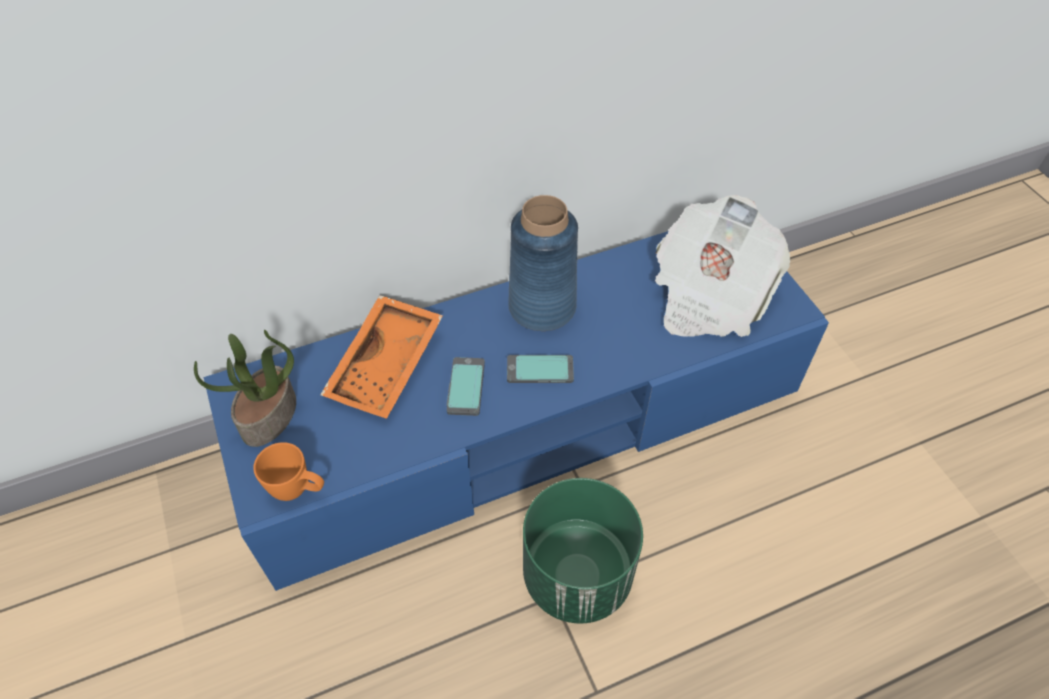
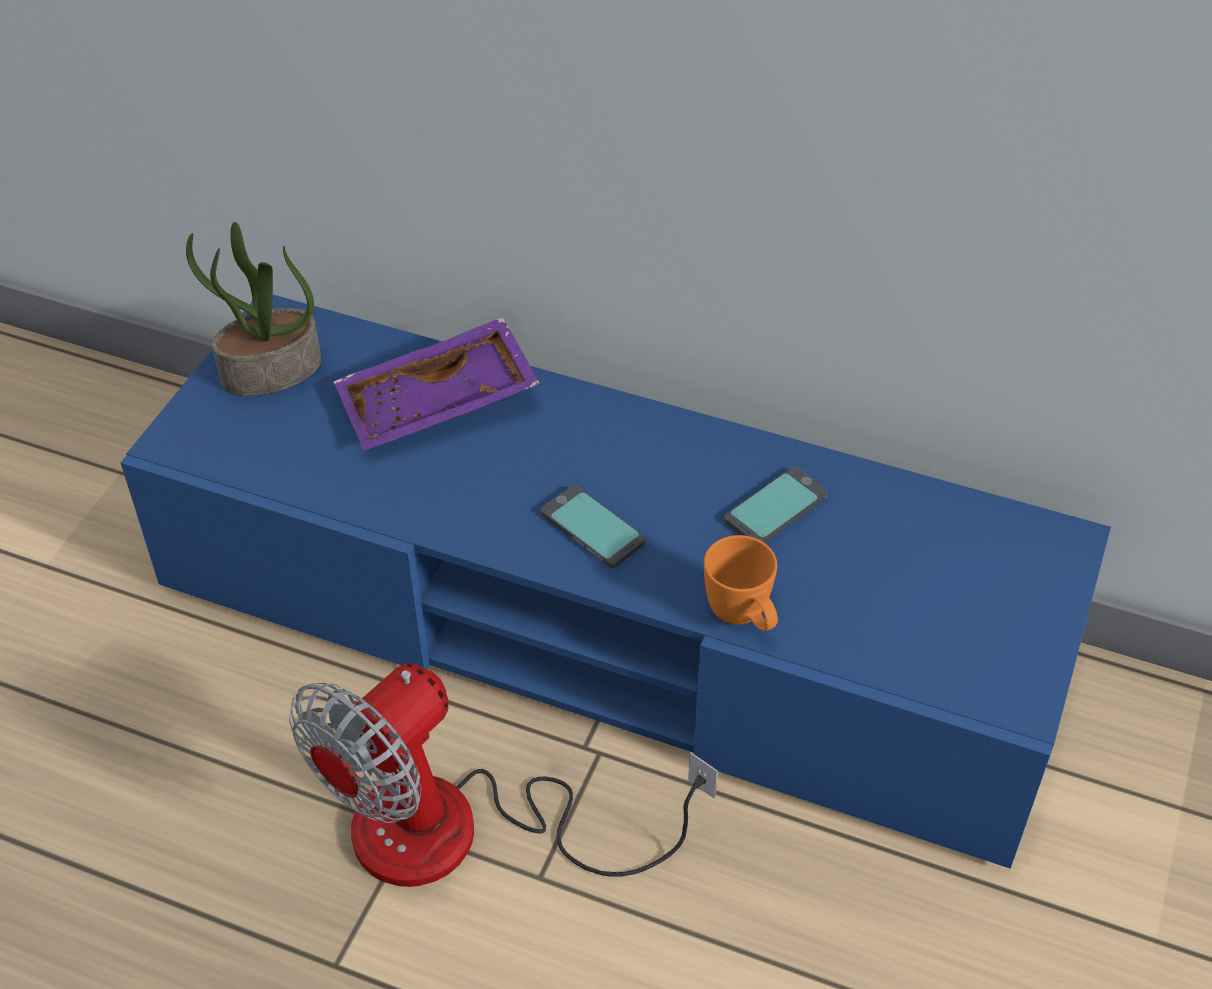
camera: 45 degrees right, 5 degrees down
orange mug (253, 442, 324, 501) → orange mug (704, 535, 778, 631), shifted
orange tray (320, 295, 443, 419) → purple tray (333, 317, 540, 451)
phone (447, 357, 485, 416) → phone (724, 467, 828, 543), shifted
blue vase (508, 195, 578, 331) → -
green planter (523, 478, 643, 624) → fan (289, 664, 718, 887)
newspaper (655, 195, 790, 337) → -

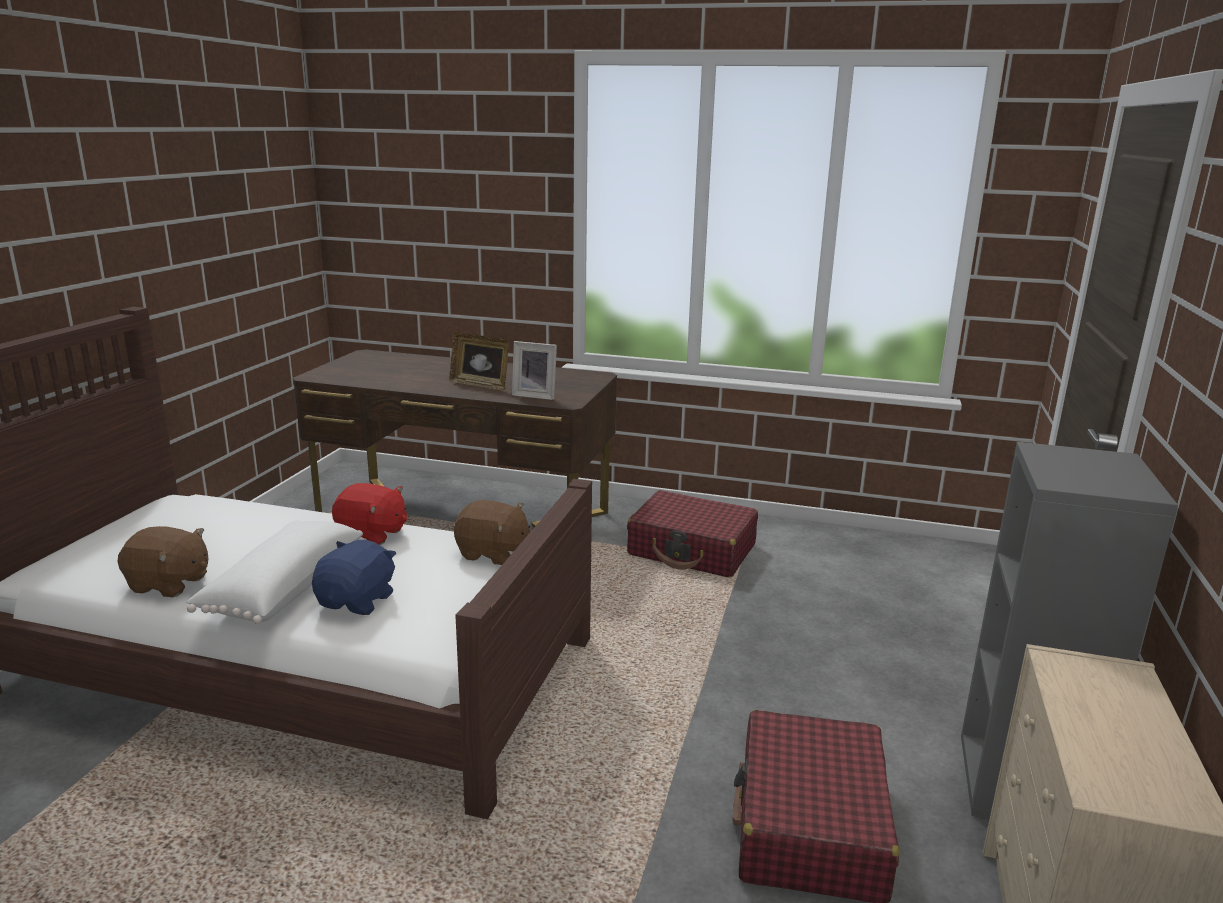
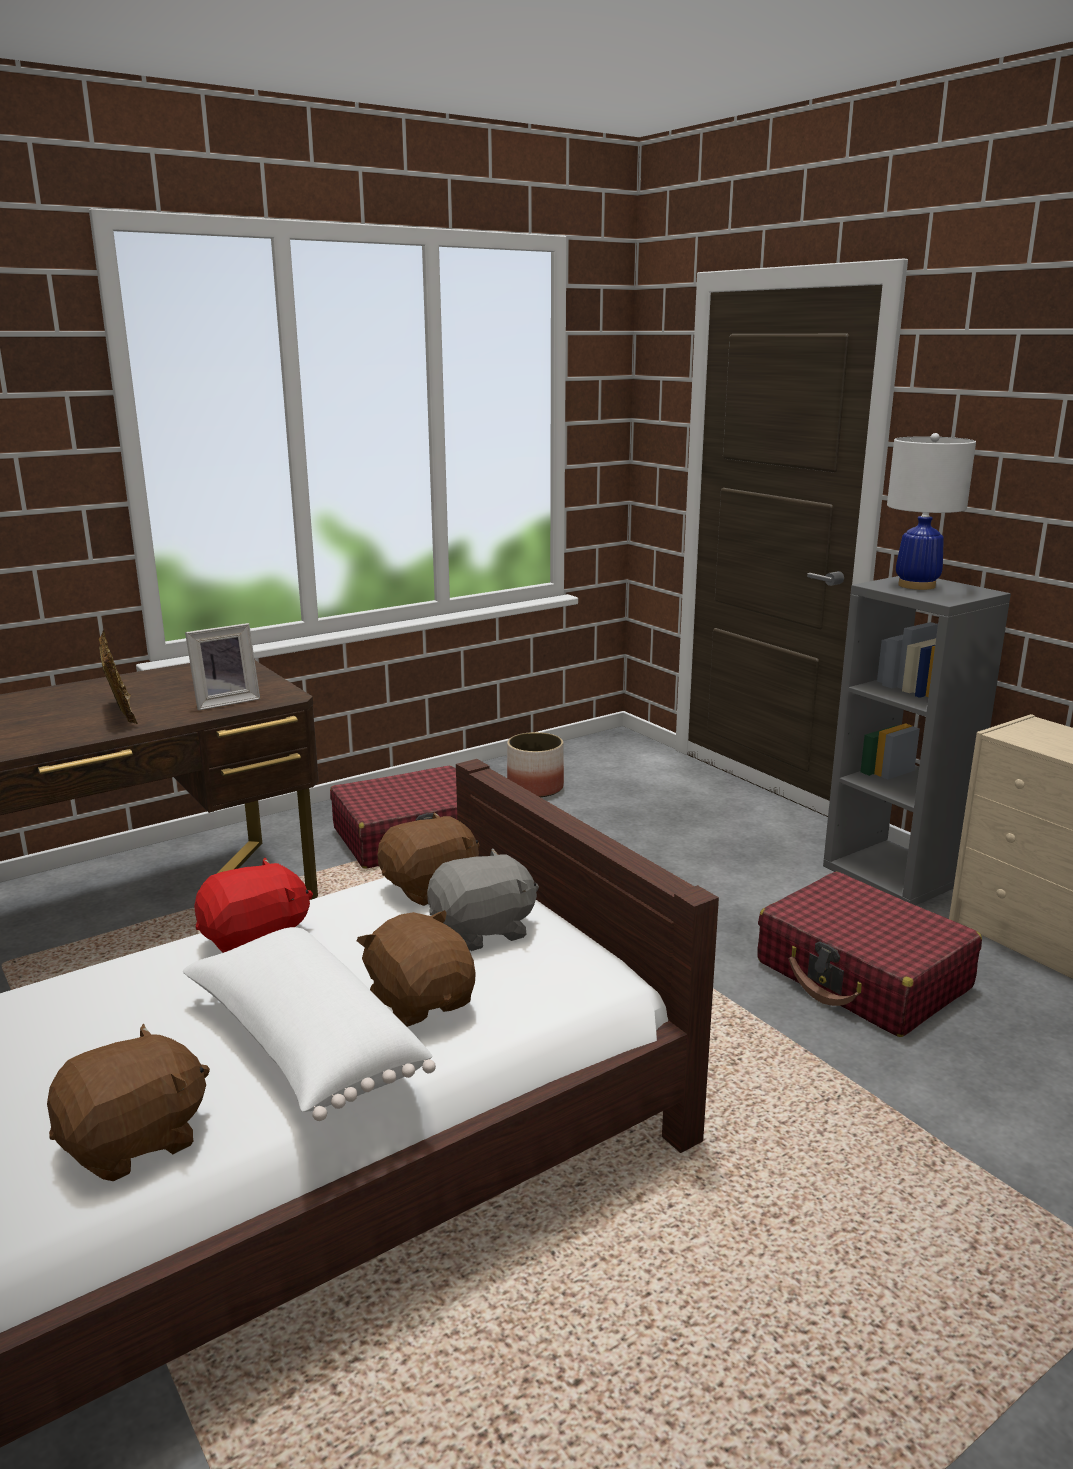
camera: 50 degrees left, 0 degrees up
blue plush toy (312, 540, 397, 615) → brown plush toy (356, 910, 476, 1027)
picture frame (449, 333, 509, 391) → picture frame (99, 630, 138, 724), 90 degrees counterclockwise
- → grey plush toy (427, 848, 539, 951)
- → planter (507, 732, 564, 797)
- → white table lamp (887, 433, 976, 590)

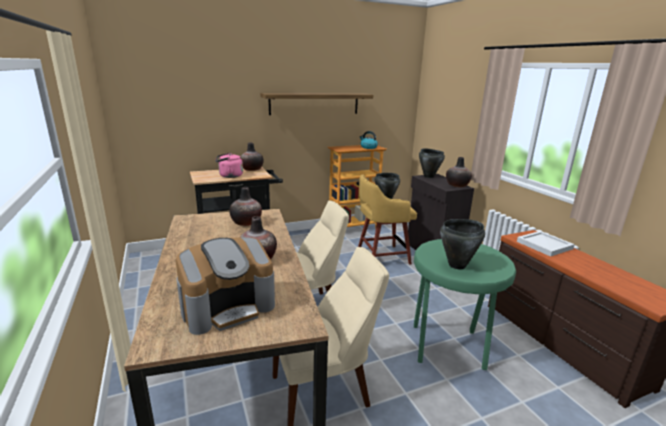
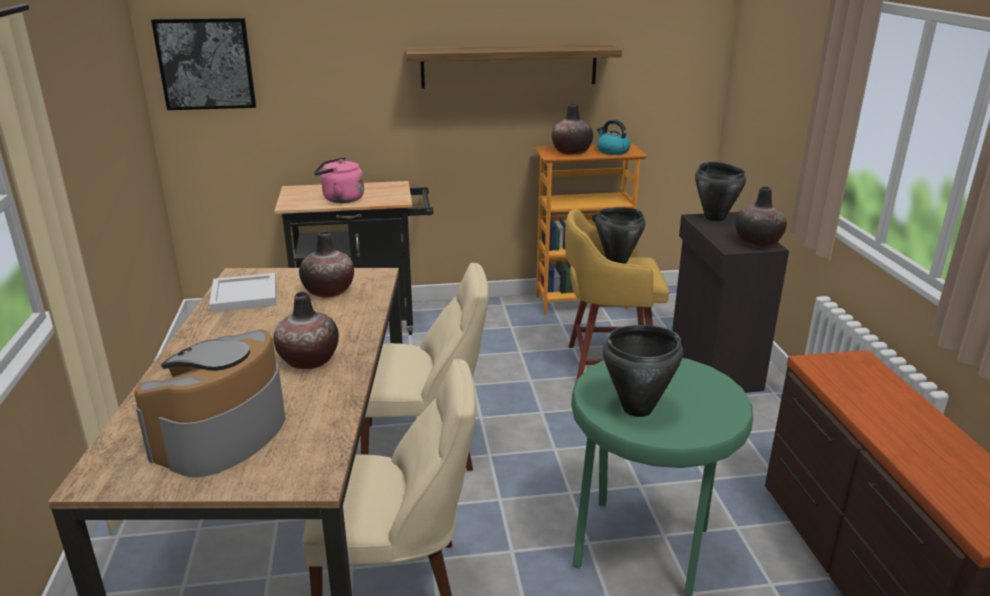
camera: 15 degrees right, 5 degrees up
coffee machine (176, 237, 275, 335) → coffee machine (134, 329, 286, 477), 135 degrees clockwise
vase (240, 142, 264, 171) → vase (552, 103, 593, 154), shifted
white tray (517, 231, 575, 257) → white tray (209, 273, 276, 313), shifted
- → picture (151, 18, 256, 110)

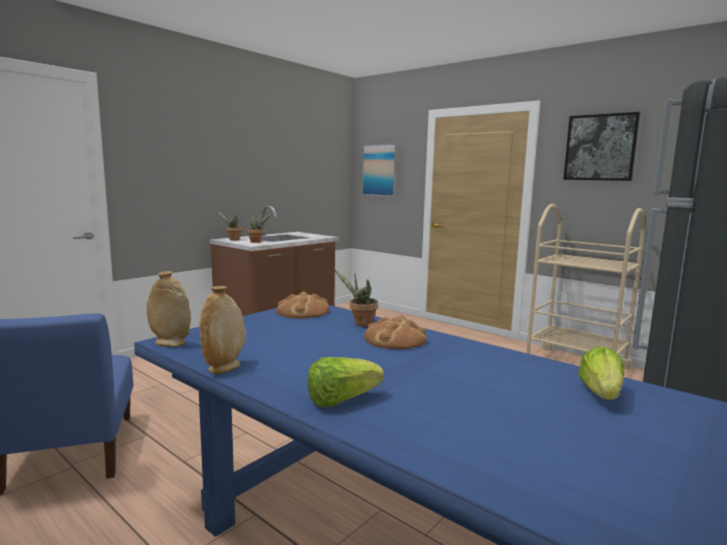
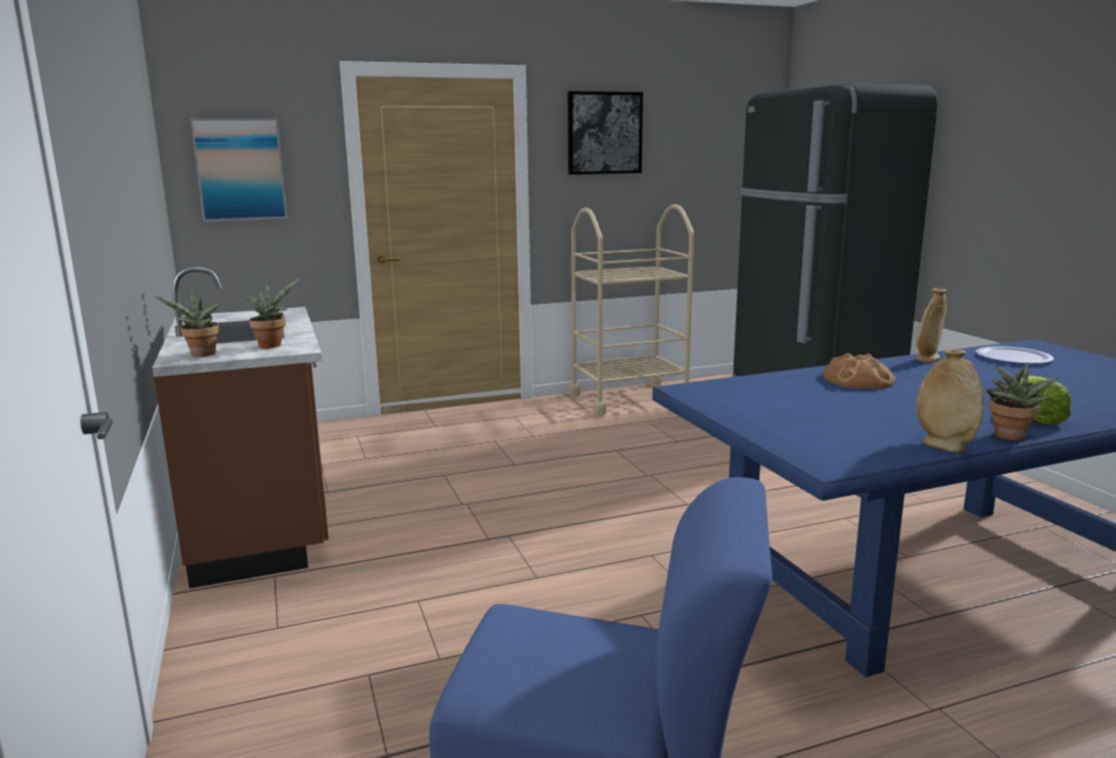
camera: 60 degrees left, 5 degrees up
beige vase (147, 271, 191, 347) → beige vase (915, 288, 947, 362), shifted
bread (276, 291, 329, 319) → -
potted plant (335, 270, 378, 327) → potted plant (986, 362, 1058, 440), shifted
lettuce (578, 347, 625, 400) → plate (976, 346, 1054, 364)

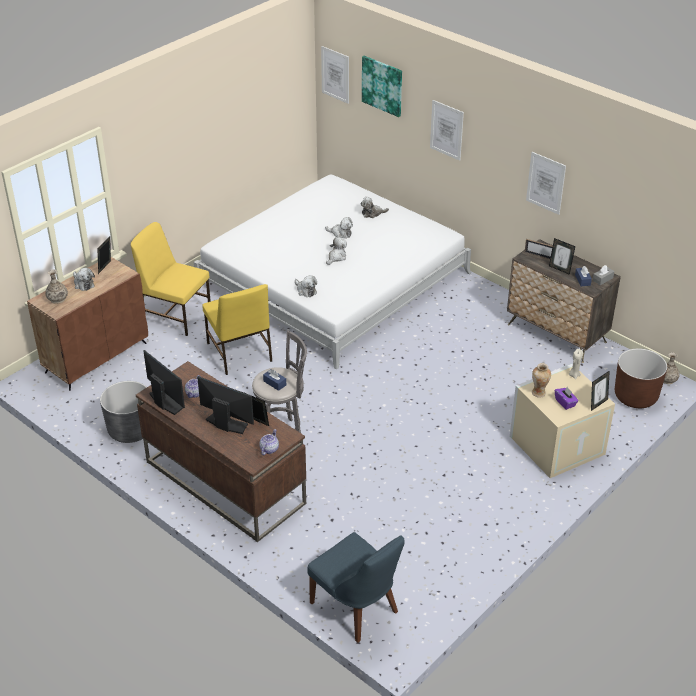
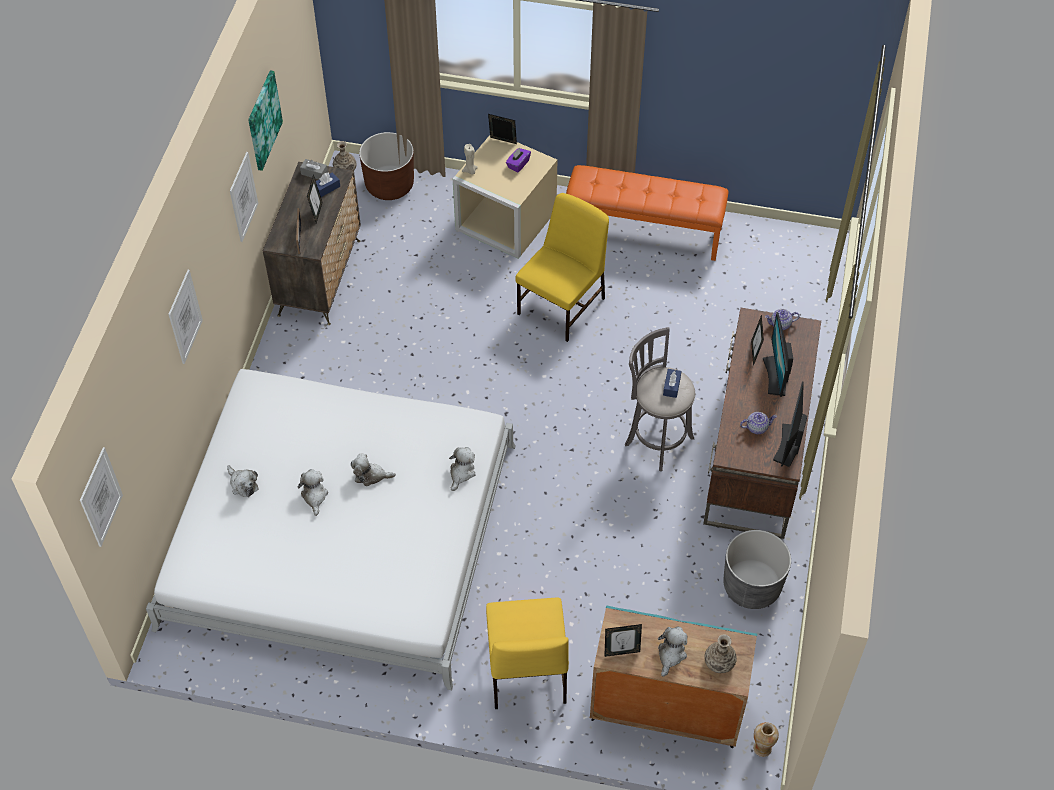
camera: 120 degrees left, 15 degrees up
brown cabinet (27, 257, 148, 391) → turquoise cabinet (590, 605, 757, 748)
yellow chair (202, 284, 272, 375) → yellow chair (515, 193, 609, 342), shifted
blue chair (307, 532, 405, 643) → -
picture (362, 56, 402, 117) → picture (248, 70, 283, 171), shifted
vase (532, 363, 551, 398) → vase (753, 722, 779, 757), shifted
- → orange bench (566, 165, 729, 261)

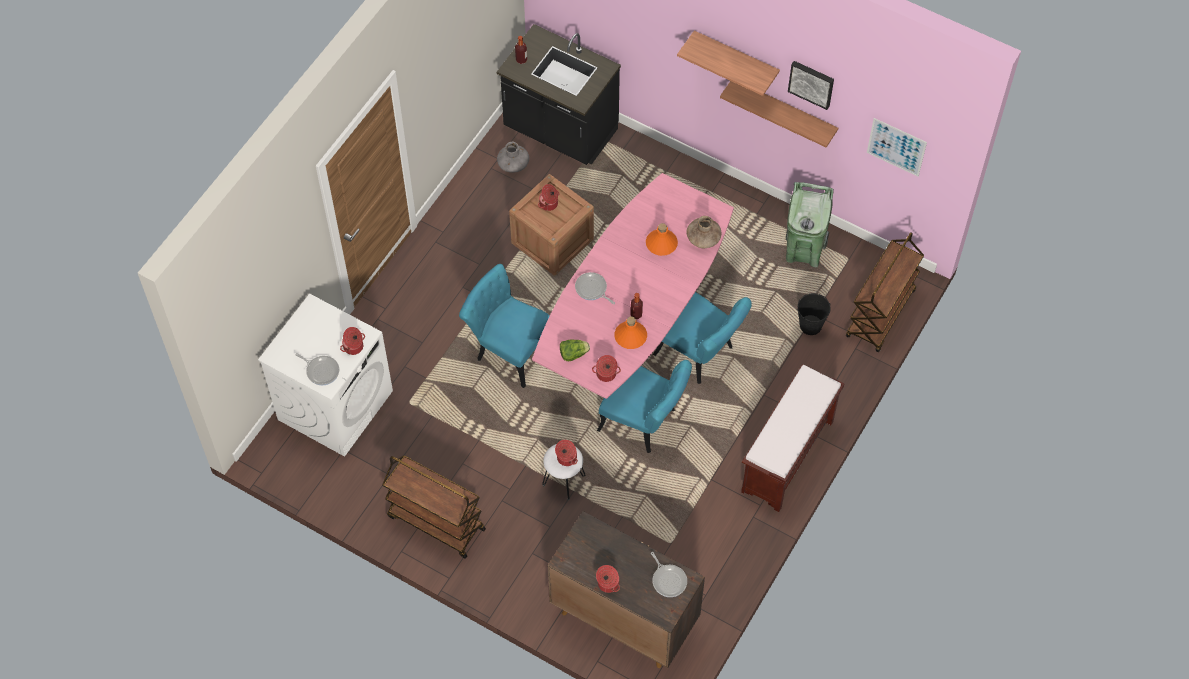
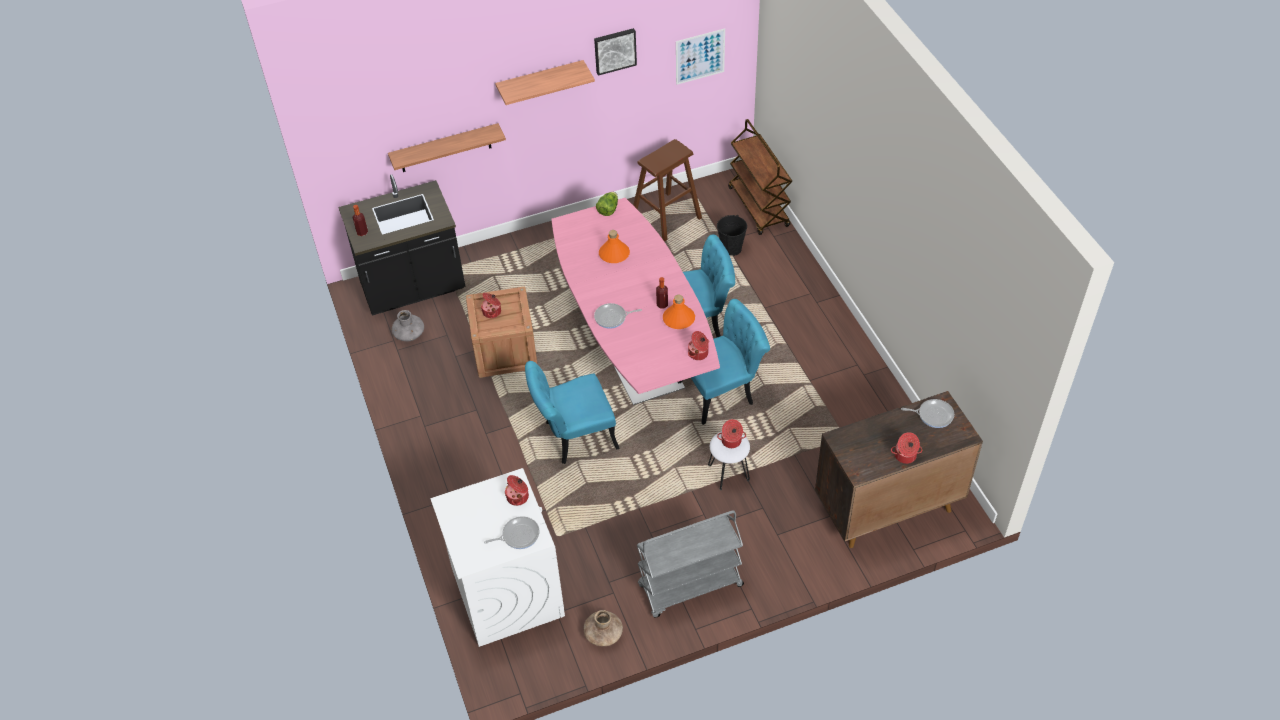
camera: 50 degrees left, 10 degrees down
brown cart (382, 455, 486, 559) → grey cart (637, 510, 744, 618)
lettuce (560, 339, 590, 361) → lettuce (596, 192, 618, 216), shifted
brown vase (686, 216, 721, 248) → brown vase (584, 610, 623, 646), shifted
shelf (720, 81, 838, 148) → shelf (388, 123, 506, 172), shifted
brown bench (741, 364, 845, 512) → -
green trash can (786, 182, 834, 267) → brown stool (633, 139, 702, 241)

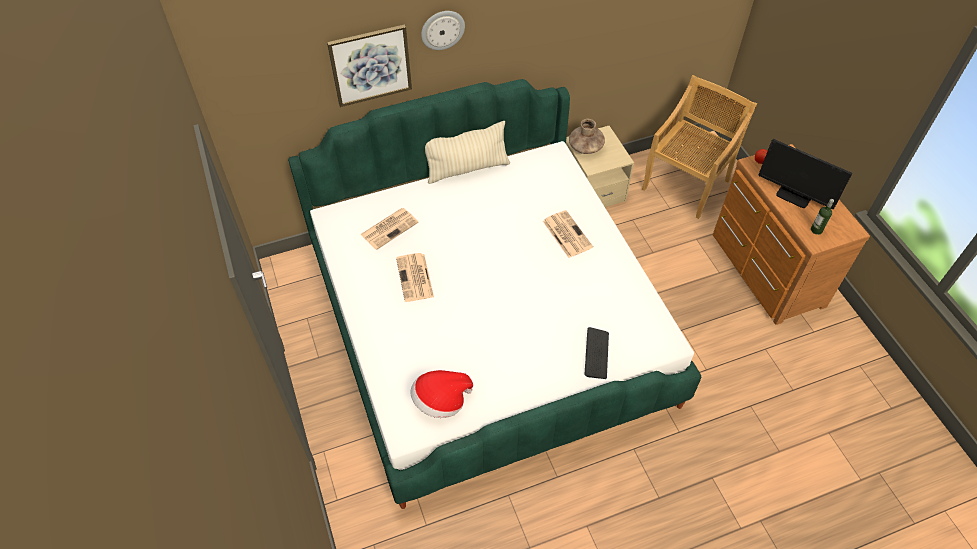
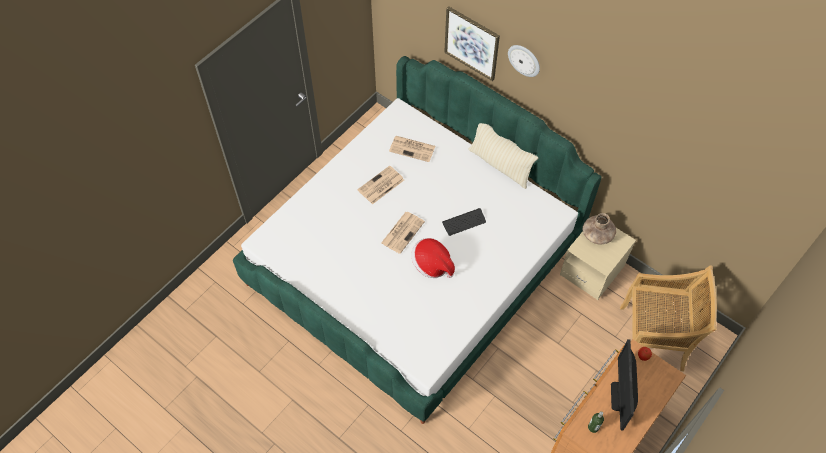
camera: 60 degrees right, 5 degrees up
hat (411, 370, 473, 418) → hat (411, 238, 455, 278), shifted
newspaper (543, 210, 593, 258) → newspaper (381, 212, 425, 254), shifted
keyboard (584, 327, 609, 379) → keyboard (442, 208, 486, 236), shifted

